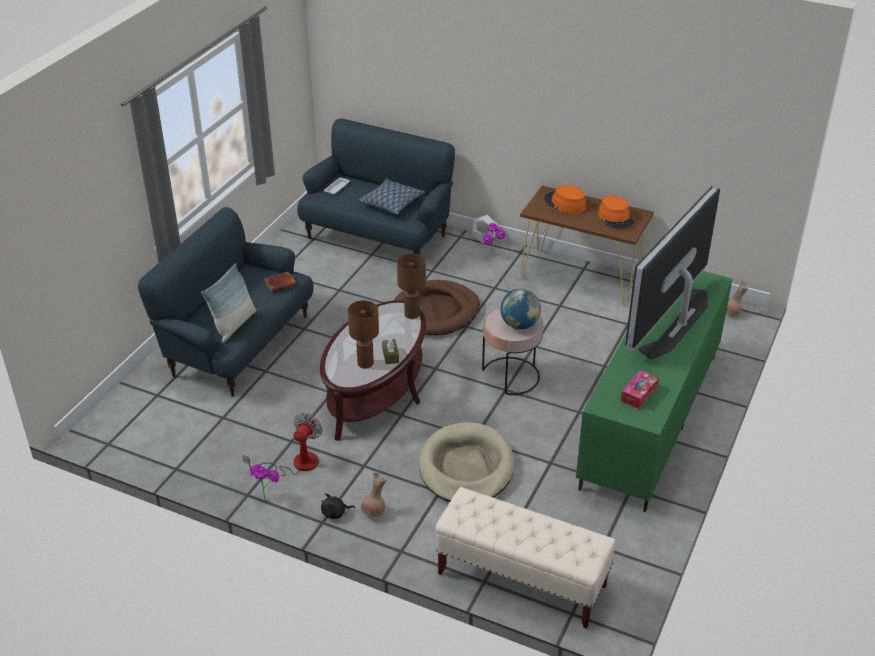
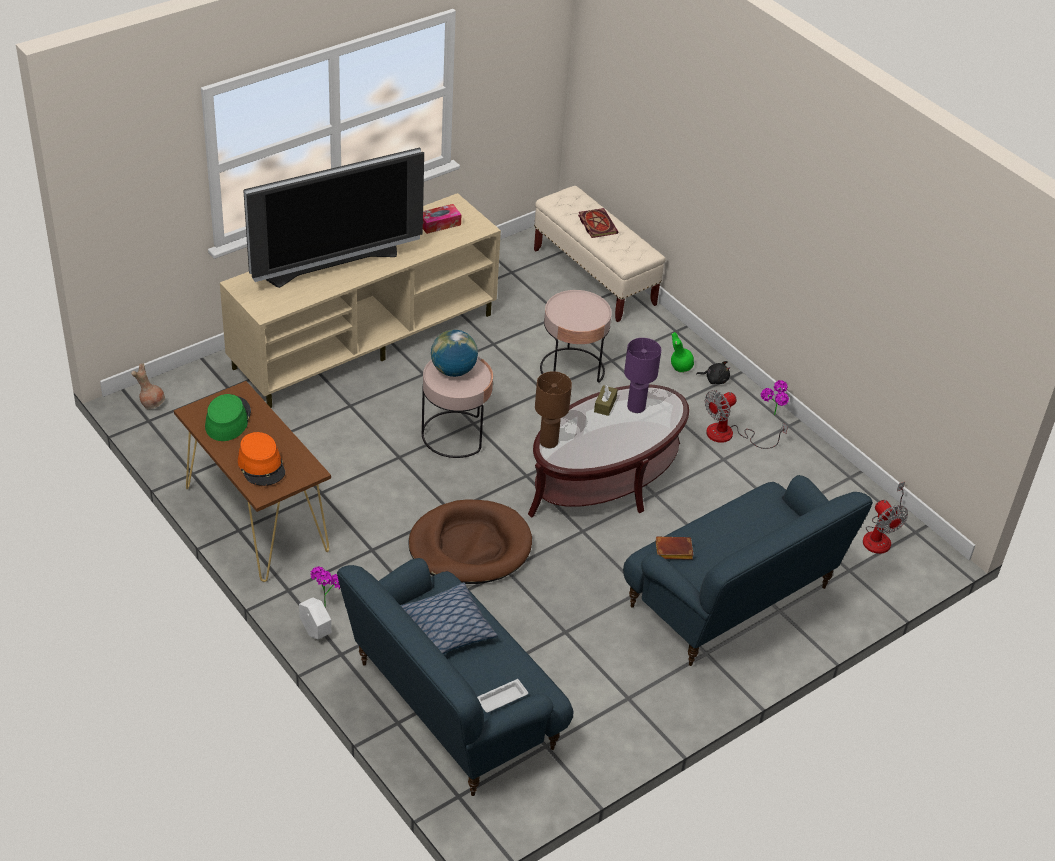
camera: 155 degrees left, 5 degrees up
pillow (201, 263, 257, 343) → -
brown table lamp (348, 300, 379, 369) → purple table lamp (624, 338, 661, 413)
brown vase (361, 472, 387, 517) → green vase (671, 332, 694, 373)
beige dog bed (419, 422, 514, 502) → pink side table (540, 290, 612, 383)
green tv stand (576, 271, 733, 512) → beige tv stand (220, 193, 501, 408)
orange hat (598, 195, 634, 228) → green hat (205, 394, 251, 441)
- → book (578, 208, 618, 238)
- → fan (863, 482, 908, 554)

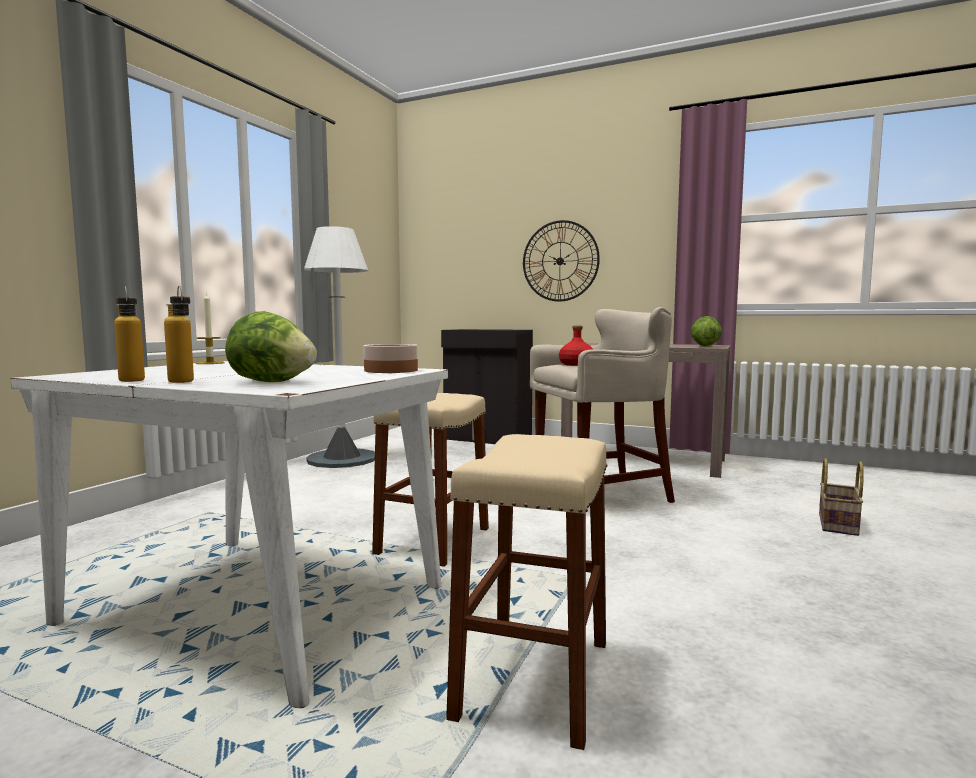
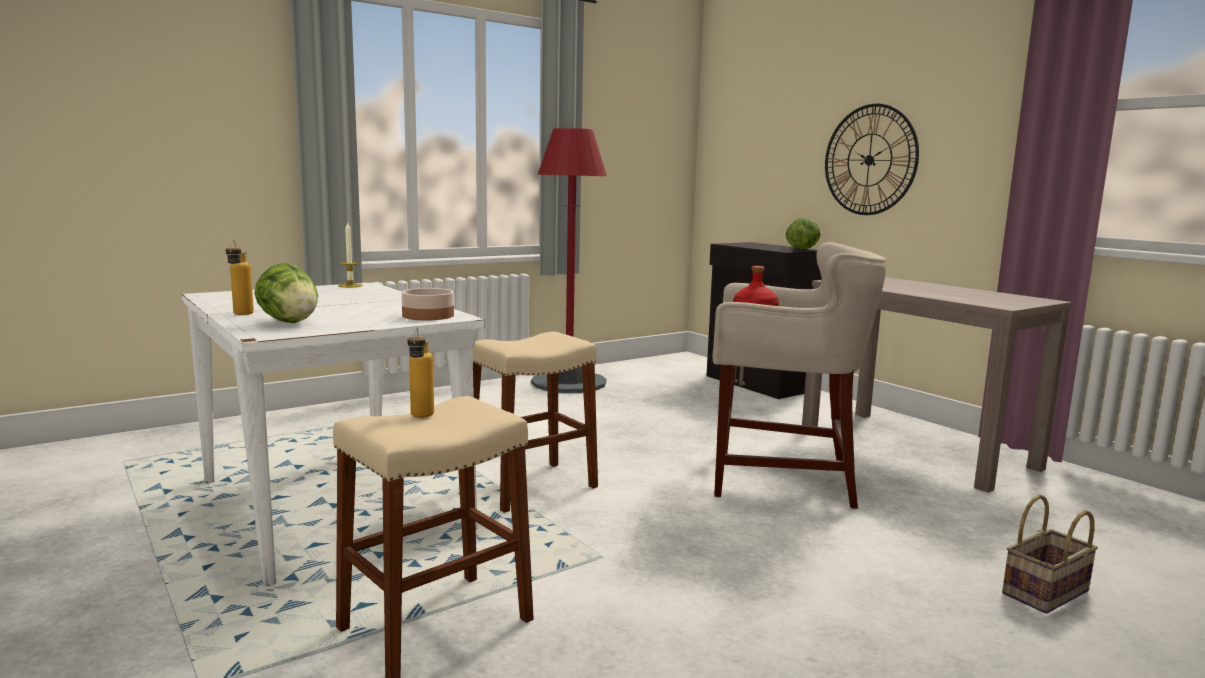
camera: 30 degrees right, 5 degrees up
bottle (114, 286, 145, 382) → bottle (407, 327, 434, 418), shifted
white floor lamp (304, 226, 375, 468) → red floor lamp (531, 128, 607, 393)
lettuce (691, 316, 722, 346) → lettuce (786, 217, 821, 249), shifted

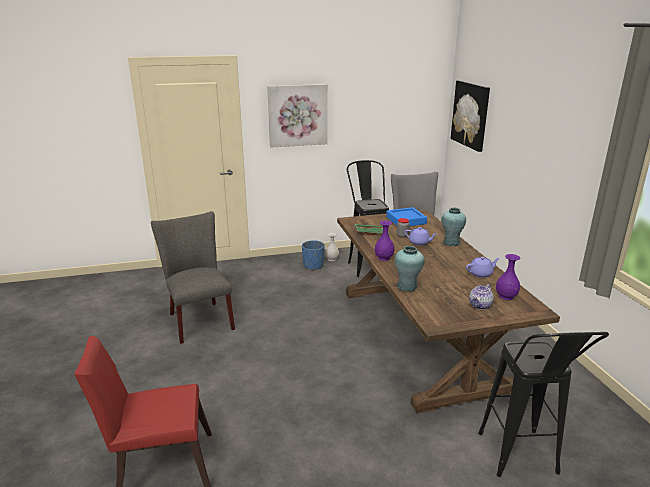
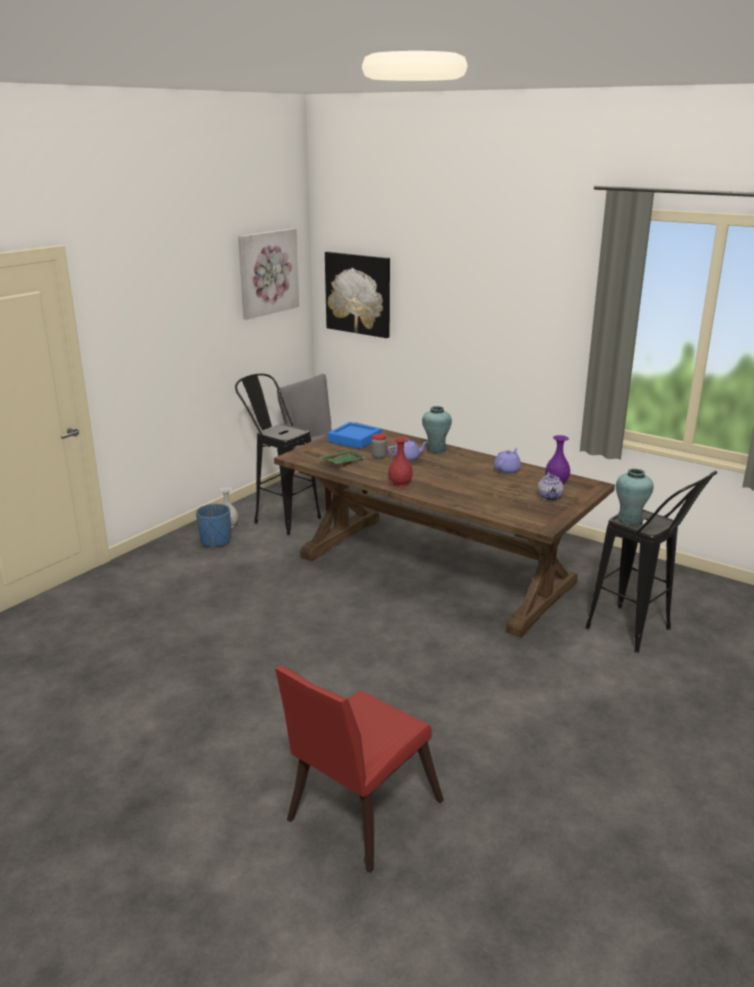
camera: 40 degrees left, 0 degrees up
grey chair (151, 211, 235, 344) → -
picture (267, 84, 328, 147) → picture (238, 228, 299, 320), shifted
purple vase (375, 221, 395, 261) → red vase (388, 436, 413, 487)
turquoise vase (395, 246, 425, 292) → turquoise vase (616, 468, 654, 525), shifted

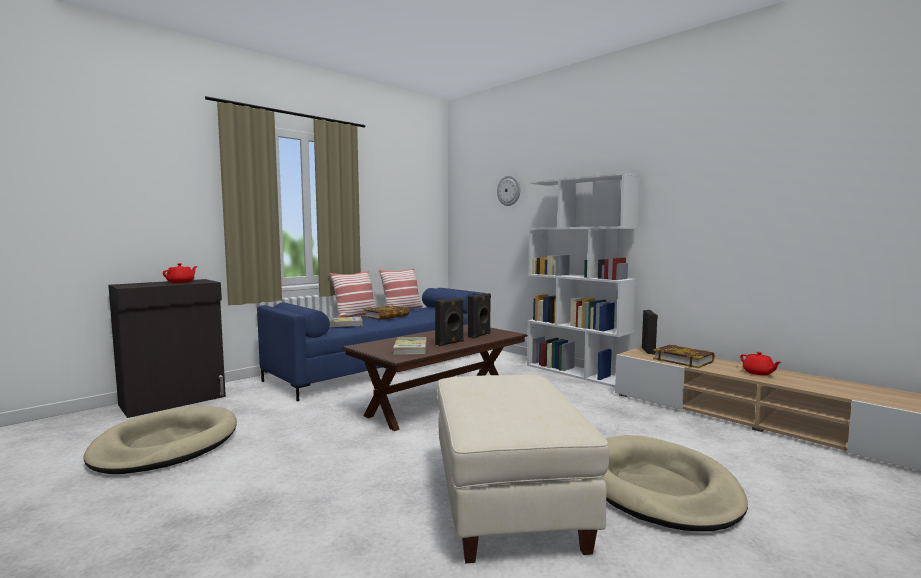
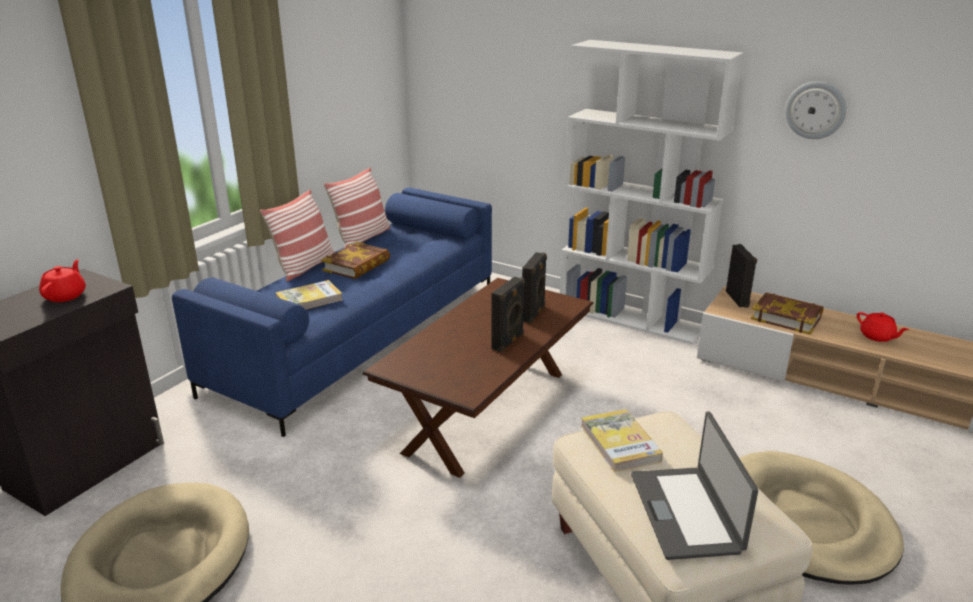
camera: 15 degrees left, 20 degrees up
book (393, 337, 427, 355) → book (581, 409, 663, 472), shifted
wall clock (497, 175, 520, 206) → wall clock (785, 81, 847, 139), shifted
- → laptop (631, 411, 758, 560)

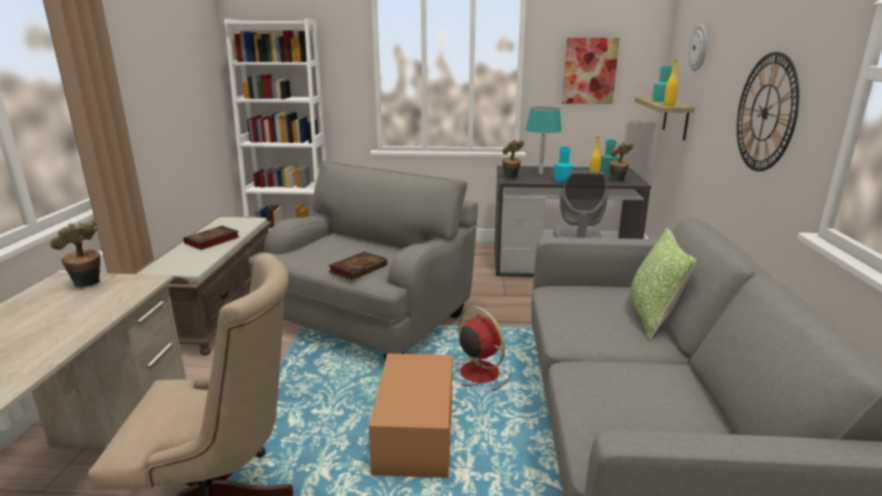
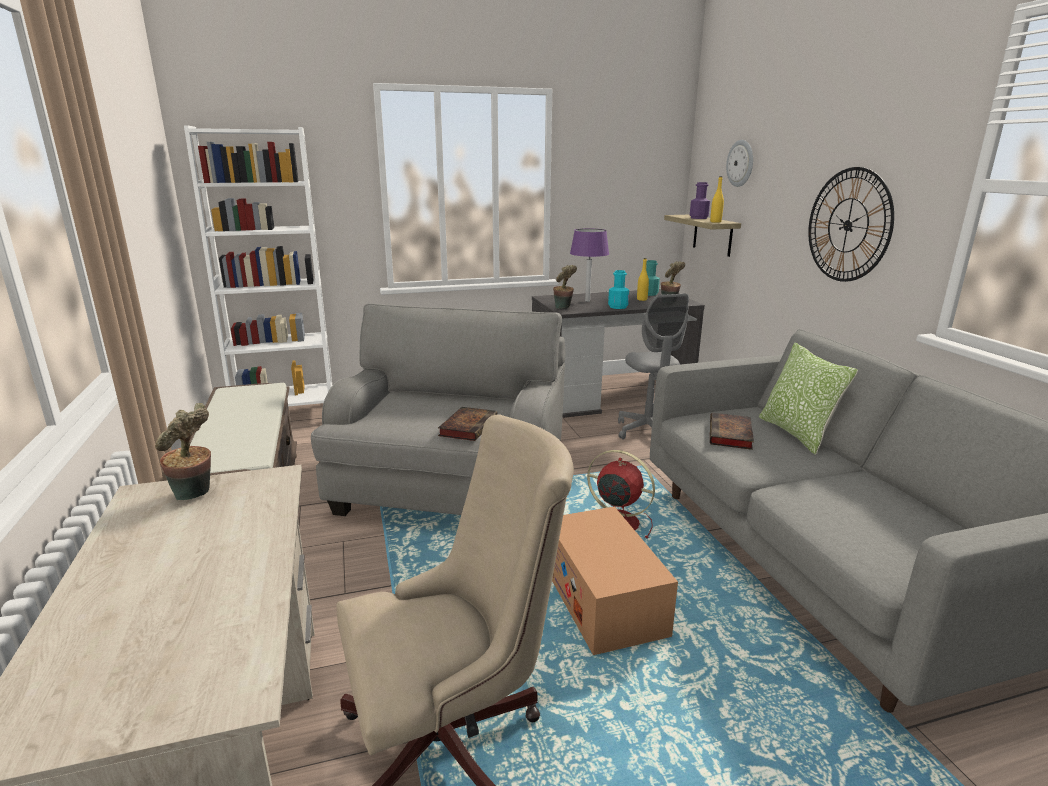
camera: 20 degrees left, 0 degrees up
book (184, 226, 240, 250) → book (710, 413, 754, 450), shifted
turquoise table lamp (525, 107, 562, 174) → purple table lamp (570, 228, 609, 302)
picture (562, 38, 620, 104) → -
turquoise bottle (652, 66, 673, 102) → purple bottle (690, 182, 710, 219)

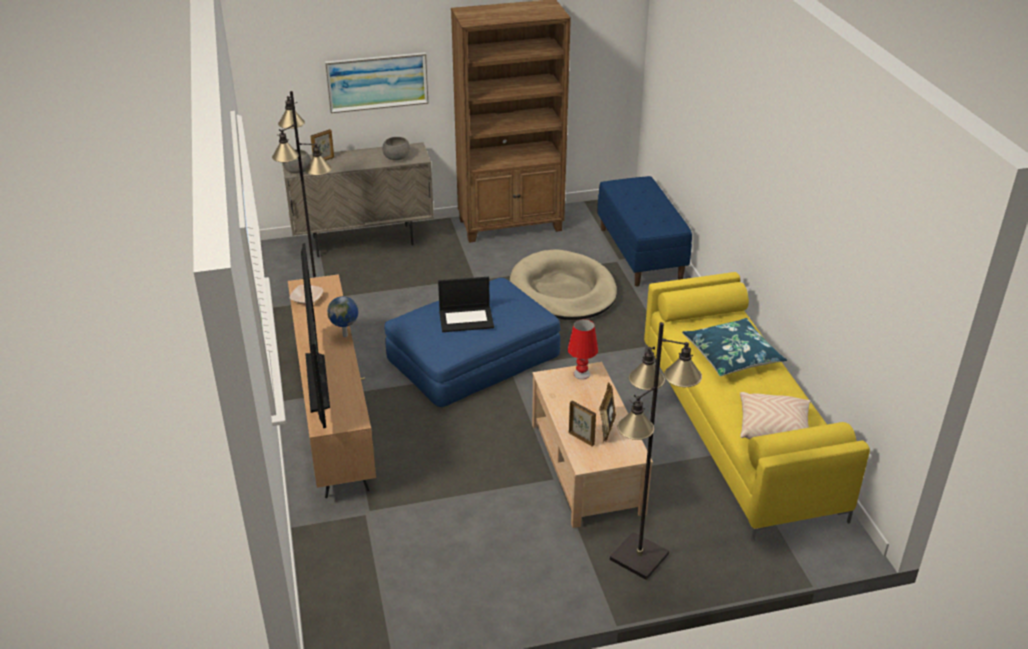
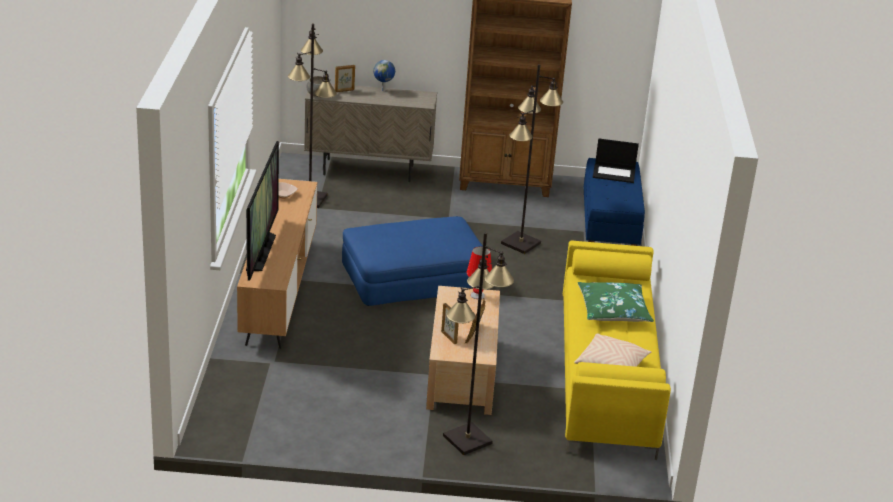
camera: 15 degrees right, 5 degrees down
picture (325, 52, 429, 113) → -
globe (327, 296, 358, 337) → globe (373, 60, 395, 91), shifted
grey bowl (382, 137, 410, 160) → -
laptop (438, 277, 494, 332) → laptop (593, 139, 639, 183), shifted
beige dog bed (510, 249, 617, 320) → black floor lamp (501, 64, 563, 254)
blue pillow (682, 318, 787, 376) → green pillow (578, 282, 654, 322)

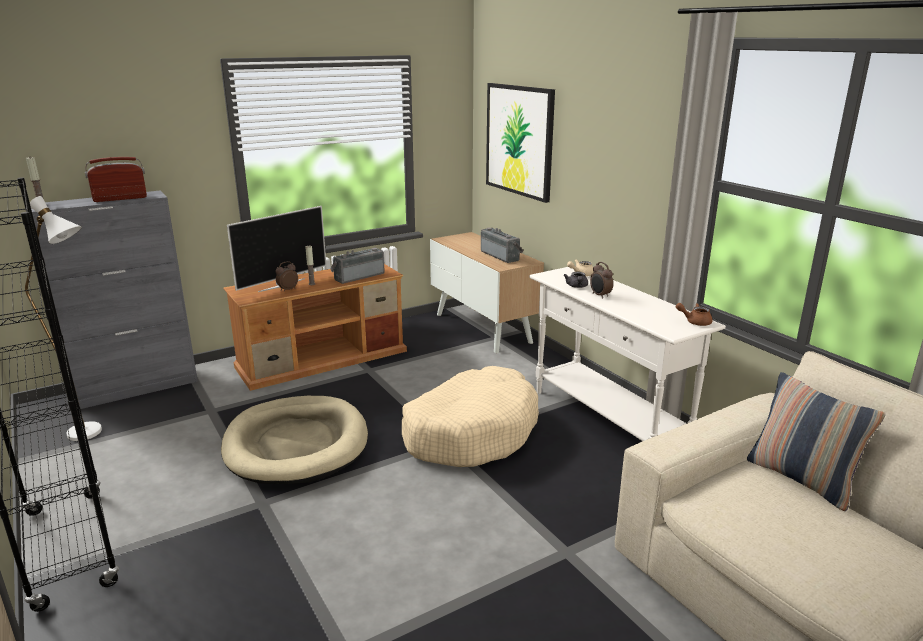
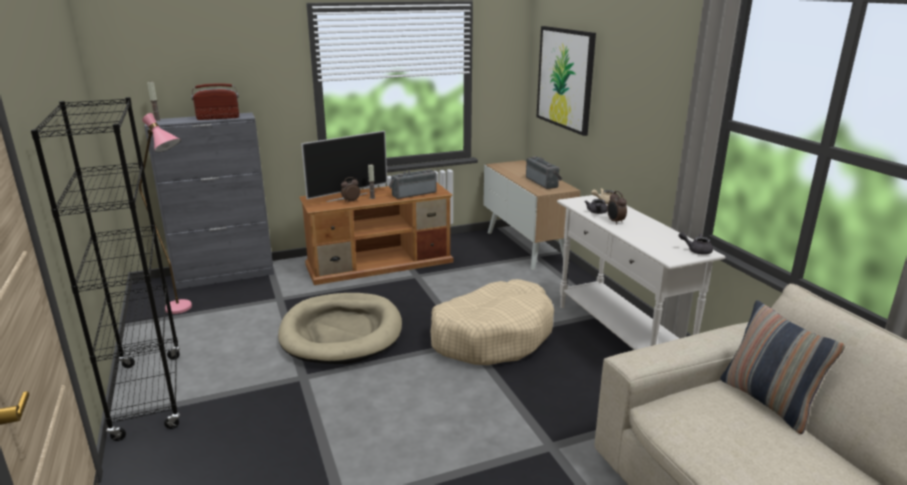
camera: 10 degrees right, 0 degrees up
white floor lamp (25, 196, 102, 441) → pink floor lamp (139, 113, 192, 314)
brown teapot (676, 303, 712, 326) → grey teapot (679, 232, 713, 255)

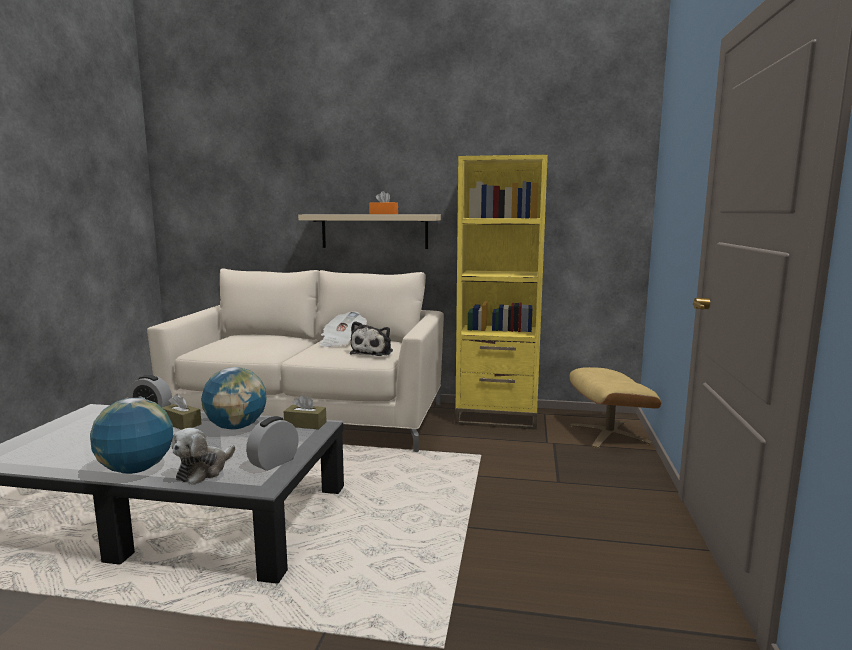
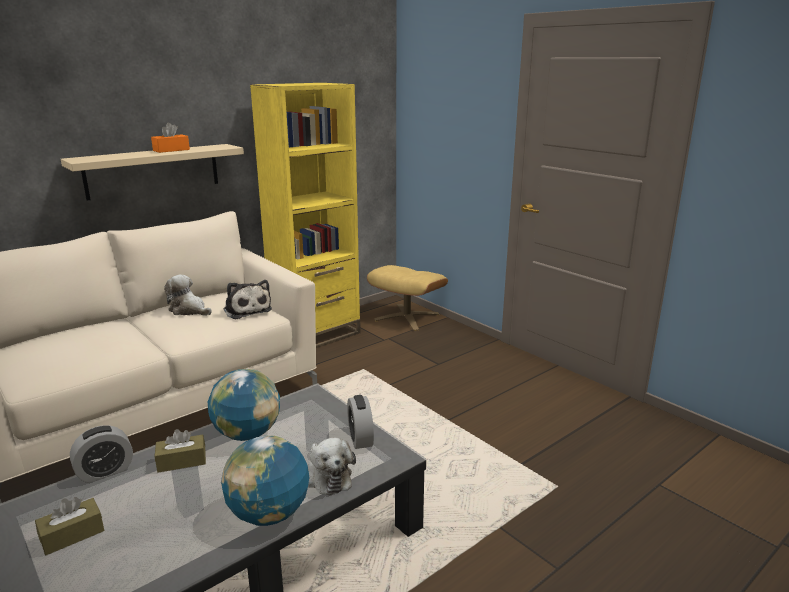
camera: 50 degrees left, 10 degrees up
brown tissue box (284, 394, 327, 429) → brown tissue box (35, 497, 104, 555), shifted
newspaper (319, 312, 367, 347) → plush toy (164, 275, 212, 315)

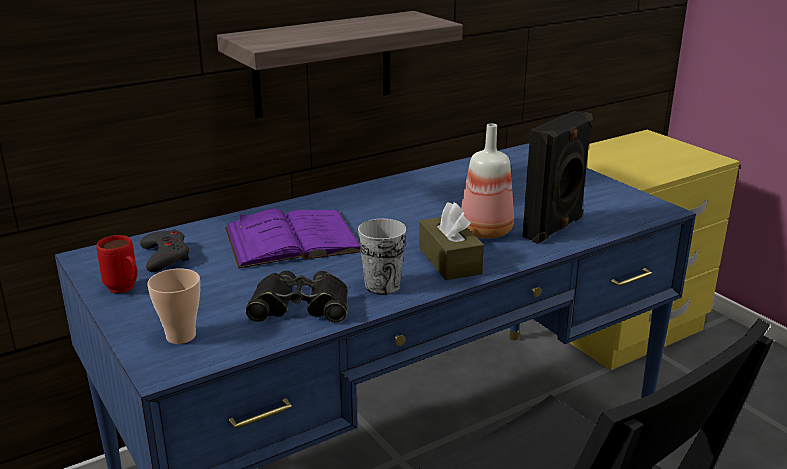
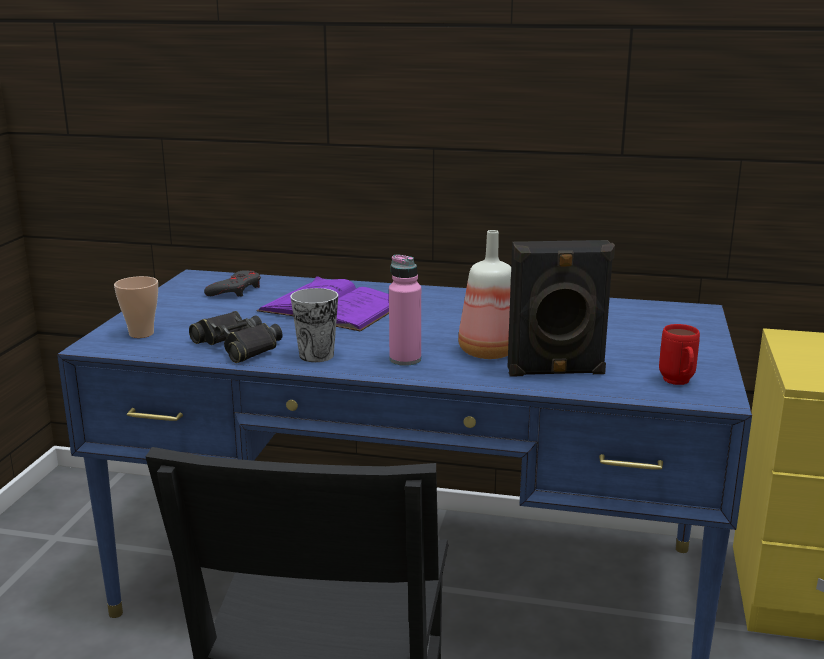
camera: 45 degrees right, 5 degrees down
red mug (97, 235, 138, 293) → red mug (659, 324, 700, 385), shifted
shelf (217, 11, 463, 119) → -
brown tissue box (419, 202, 484, 280) → pink bottle (389, 255, 421, 366)

